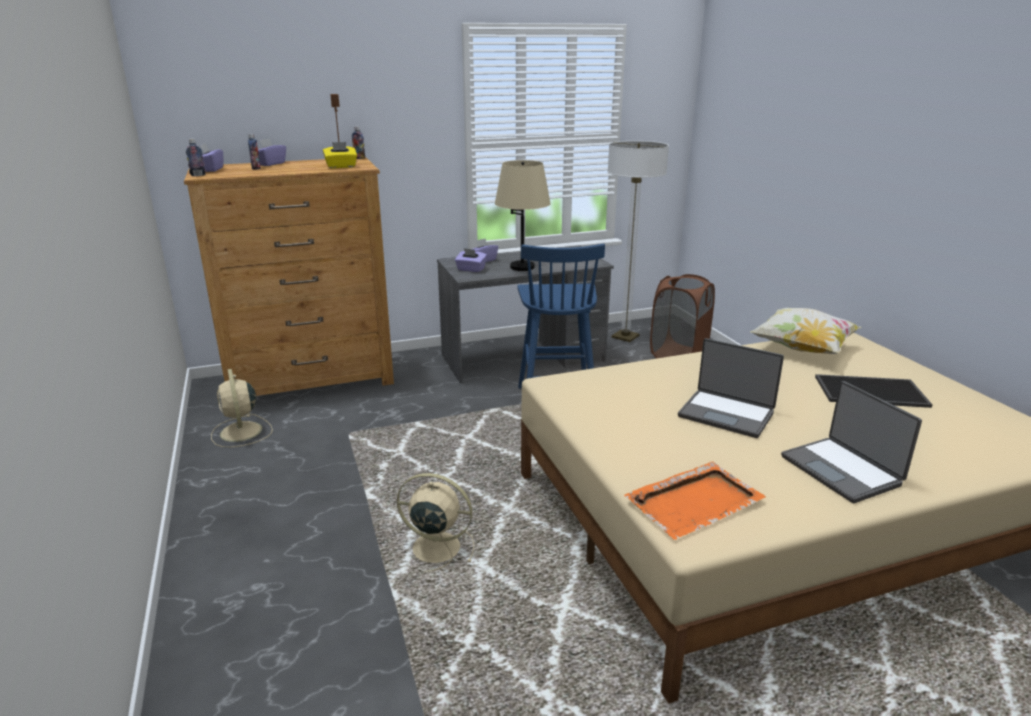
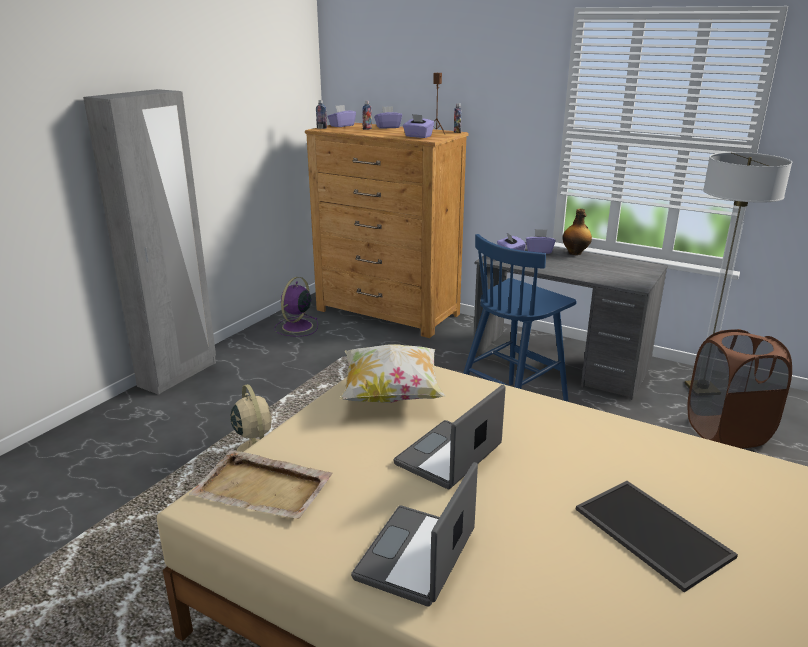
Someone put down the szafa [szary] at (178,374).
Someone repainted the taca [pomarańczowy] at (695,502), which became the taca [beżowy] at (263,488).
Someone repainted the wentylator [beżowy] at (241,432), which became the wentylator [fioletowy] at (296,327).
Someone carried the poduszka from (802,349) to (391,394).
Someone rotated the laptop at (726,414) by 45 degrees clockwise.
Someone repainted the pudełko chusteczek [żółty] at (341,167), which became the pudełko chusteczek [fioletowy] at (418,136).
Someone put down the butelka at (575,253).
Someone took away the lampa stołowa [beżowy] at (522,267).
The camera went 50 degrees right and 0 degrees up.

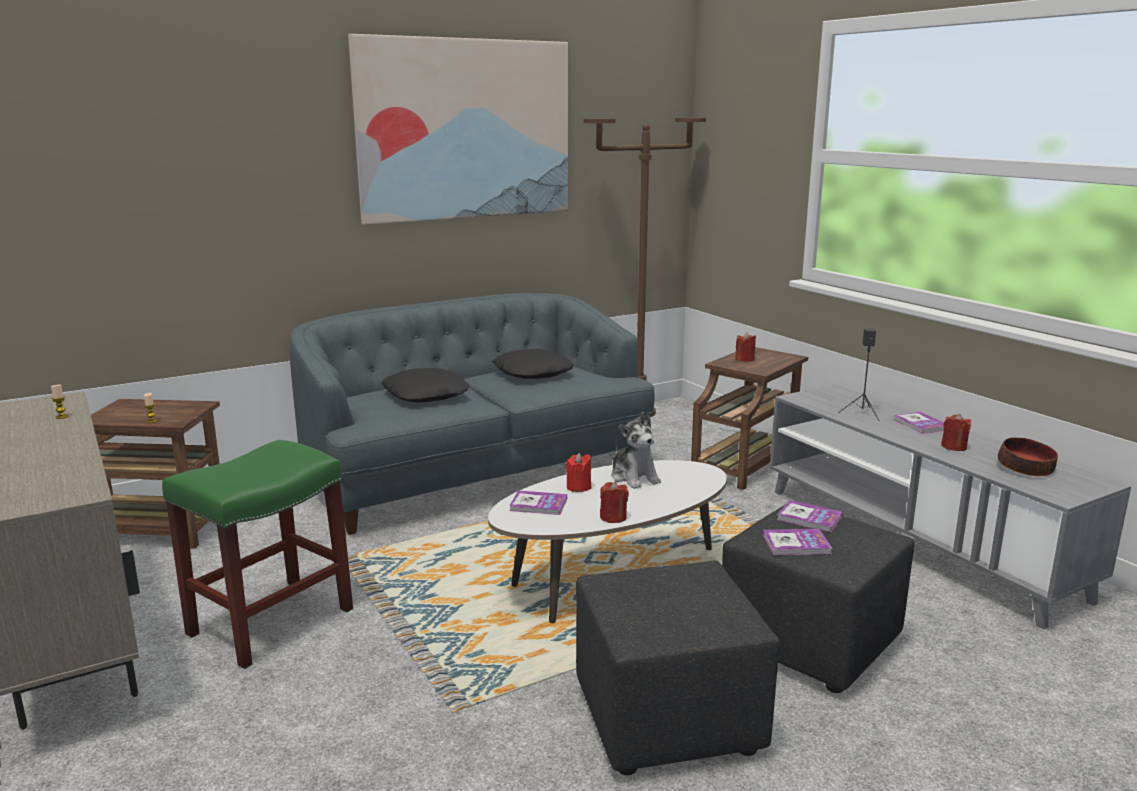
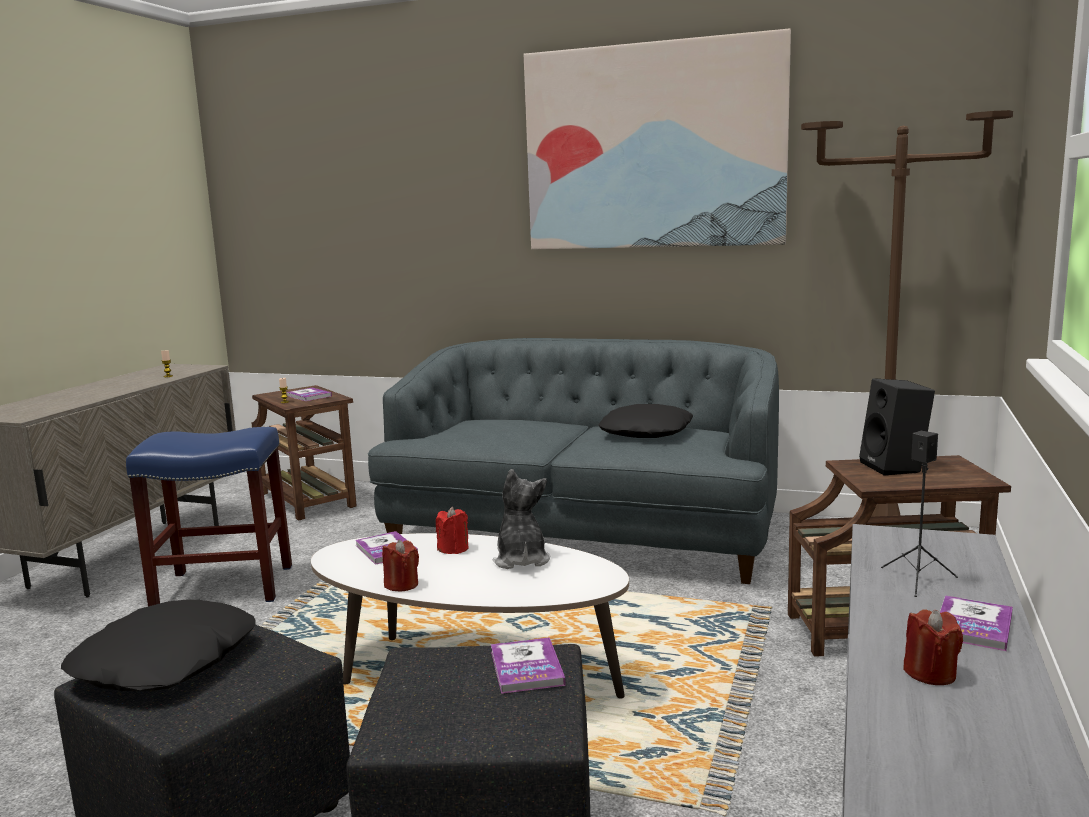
Someone carried the poduszka [czarny] from (426,394) to (167,662).
Someone repainted the stołek [zielony] at (272,620), which became the stołek [niebieski] at (225,586).
Someone carried the książka from (796,544) to (309,396).
Someone rotated the pluszak at (634,477) by 150 degrees clockwise.
Someone swapped the świeca [czerwony] at (745,359) for the głośnik [czarny] at (896,467).
Someone took away the miska at (1025,469).
The camera went 50 degrees right and 5 degrees down.

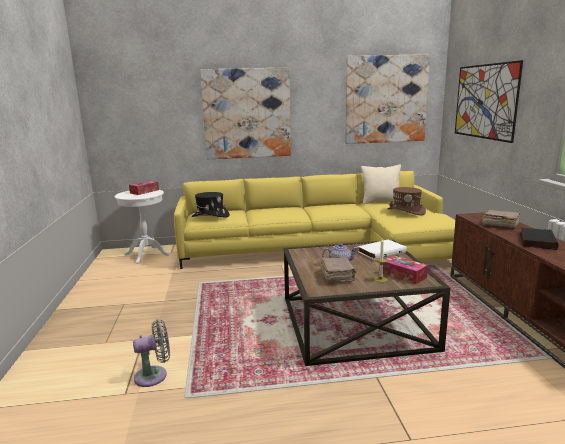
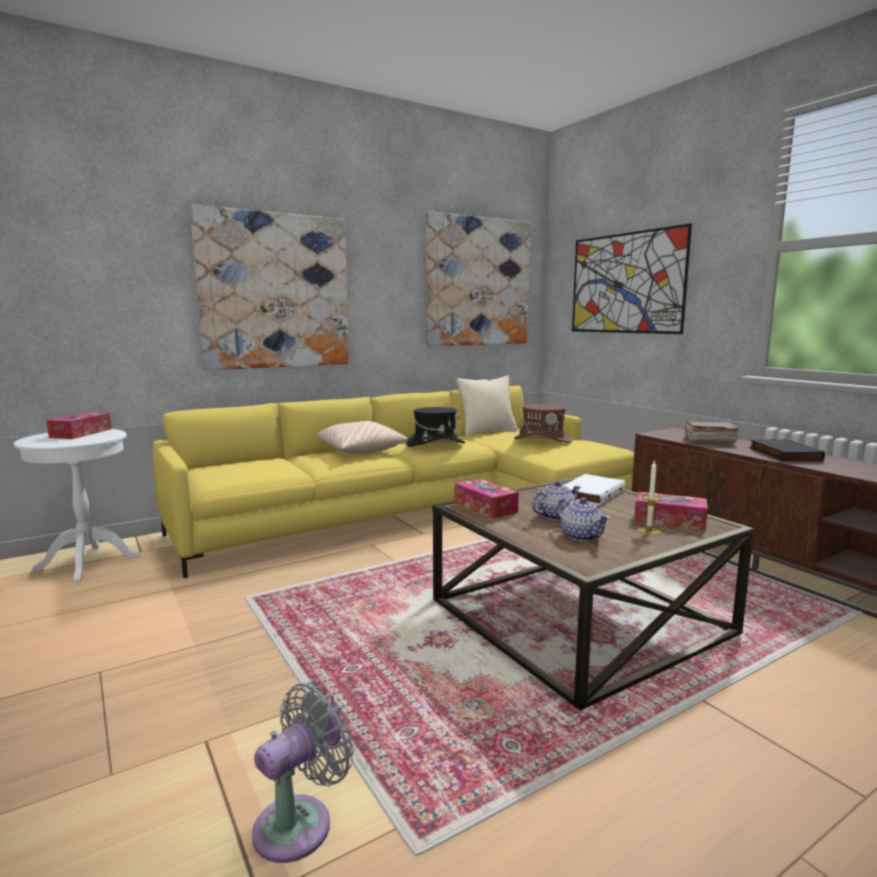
Someone put down the poduszka [beżowy] at (359,450).
Someone carried the kapelusz [czarny] from (210,216) to (435,444).
Someone put down the pudełko chusteczek at (485,507).
Someone swapped the książka [brązowy] at (337,276) for the imbryk at (582,536).
The camera went 25 degrees left and 5 degrees down.

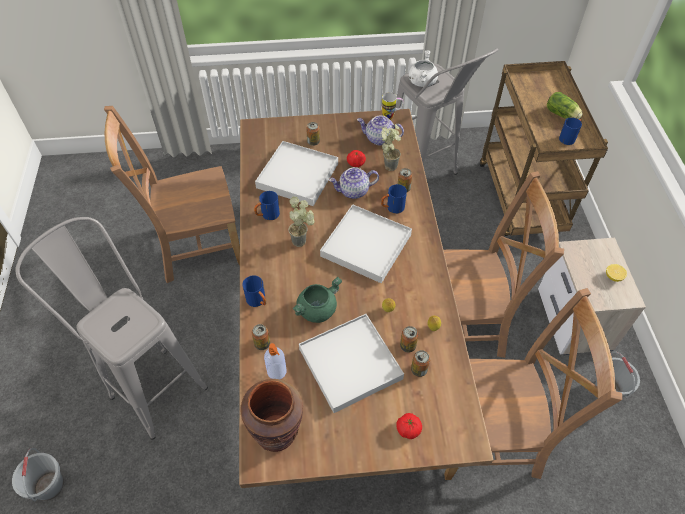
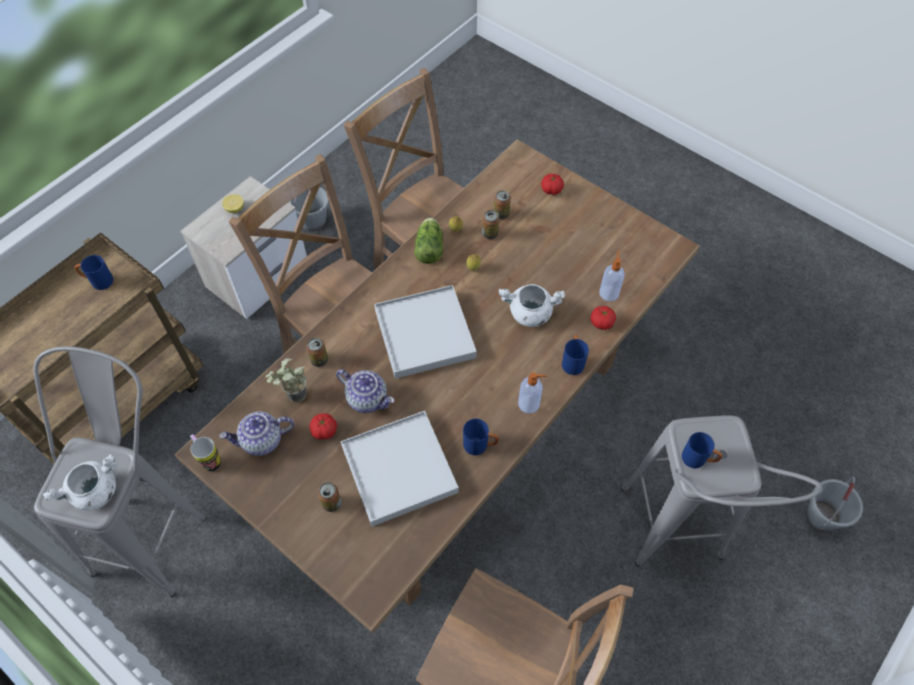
Someone rotated the imbryk at (379,139) by 105 degrees clockwise.
Someone carried the sałata from (562,115) to (429,247).
Someone repainted the garnek [zielony] at (317,309), which became the garnek [biały] at (529,314).
Someone put down the dozownik mydła at (529,404).
Someone swapped the puszka at (262,344) for the pomidor at (601,322).
Someone carried the kubek [niebieski] from (392,208) to (698,459).
Someone took away the wazon [brązowy] at (277,432).
Someone took away the roślina doniczkowa at (303,241).
Someone took away the taca [biały] at (350,364).
The camera went 135 degrees left and 5 degrees up.

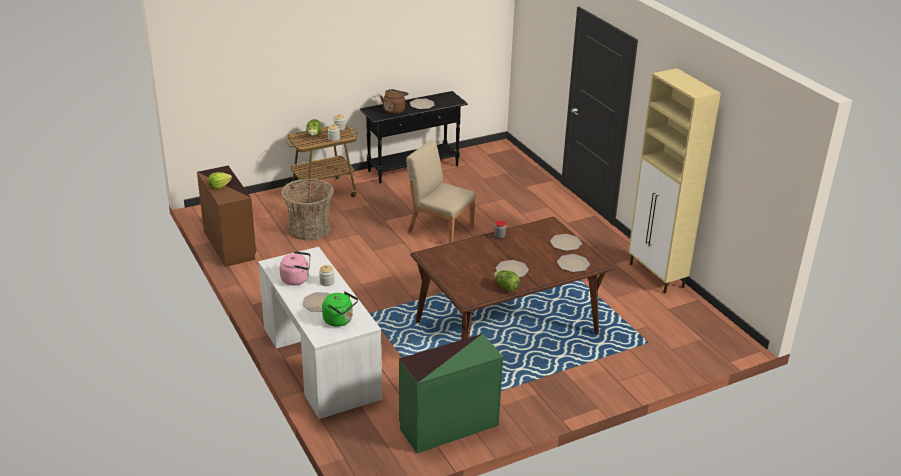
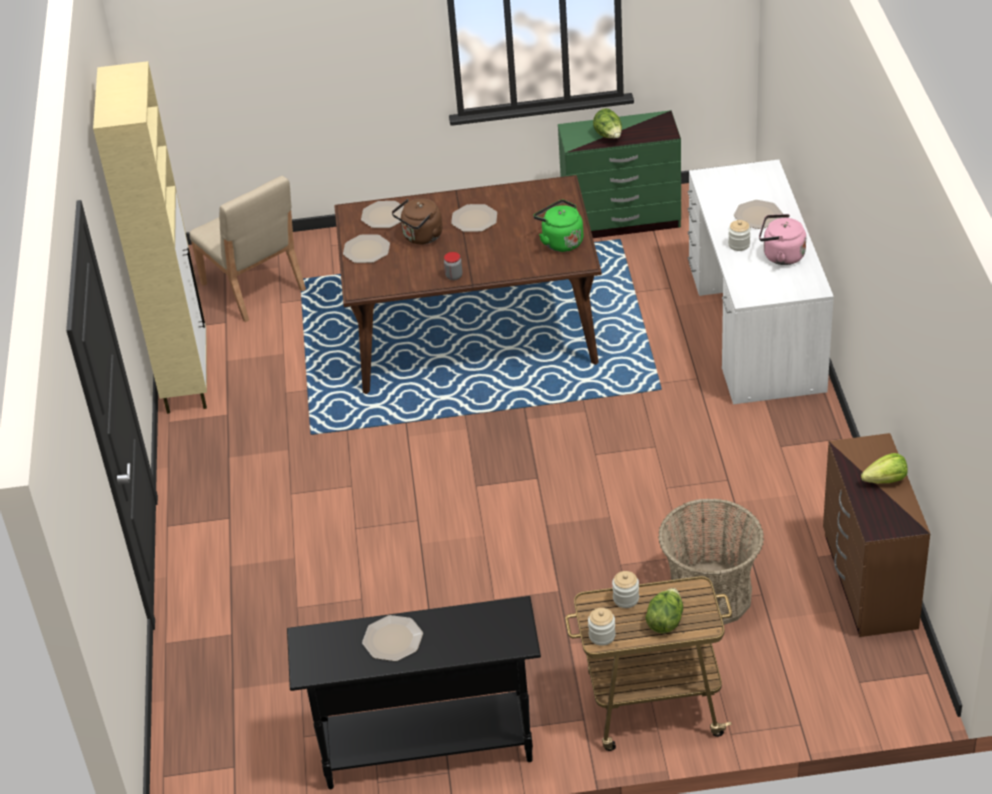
Someone carried the krzesło [beżowy] from (440,229) to (253,288).
Someone carried the czajnik [brązowy] from (394,110) to (421,237).
Someone carried the czajnik [zielony] from (340,320) to (560,241).
Someone carried the sałata from (505,288) to (609,136).
The camera went 155 degrees left and 10 degrees up.

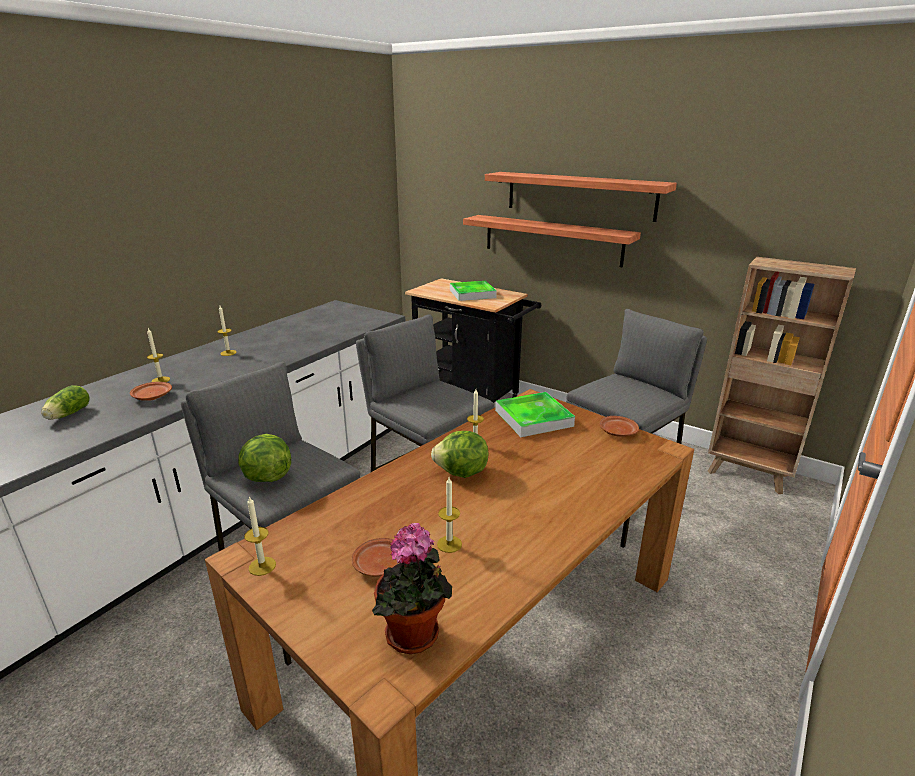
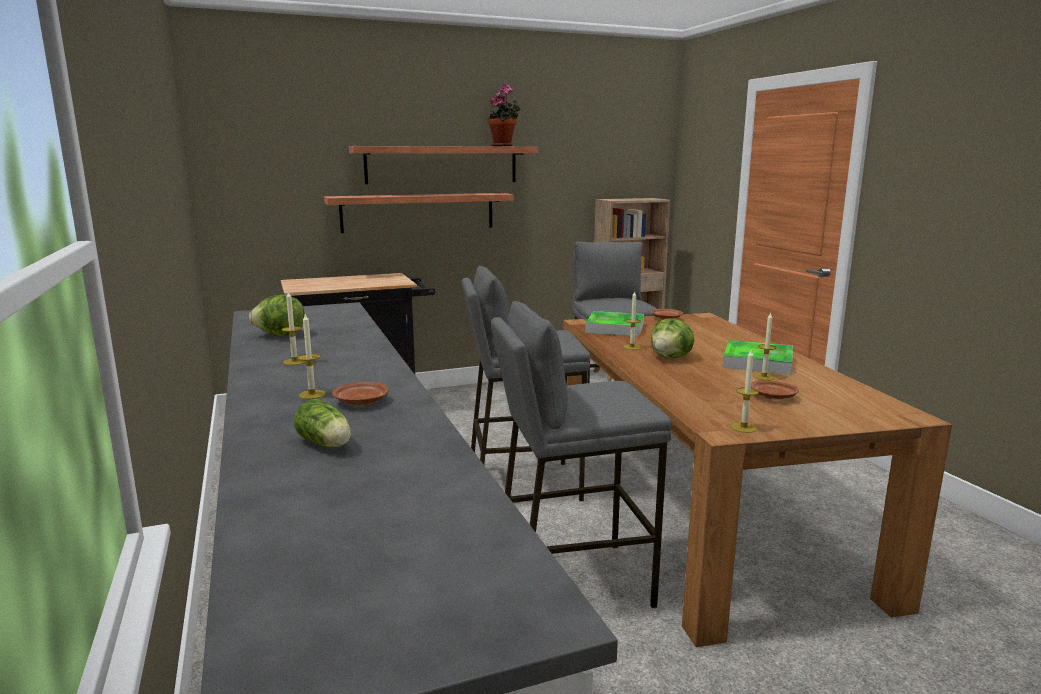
Someone carried the sałata from (266,477) to (280,335).
Someone carried the roślina doniczkowa from (415,637) to (504,146).
Someone carried the taca from (472,294) to (757,362).
The camera went 55 degrees left and 10 degrees down.

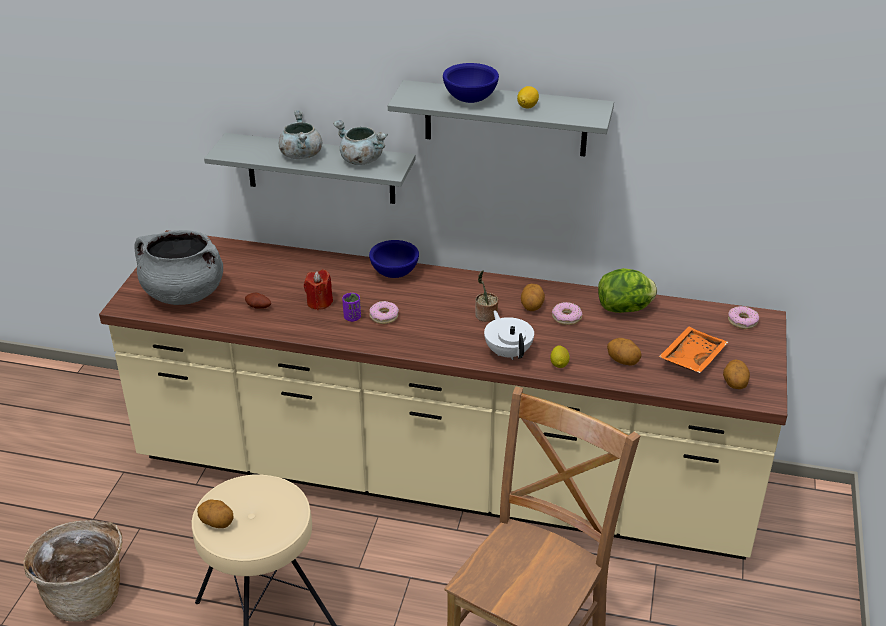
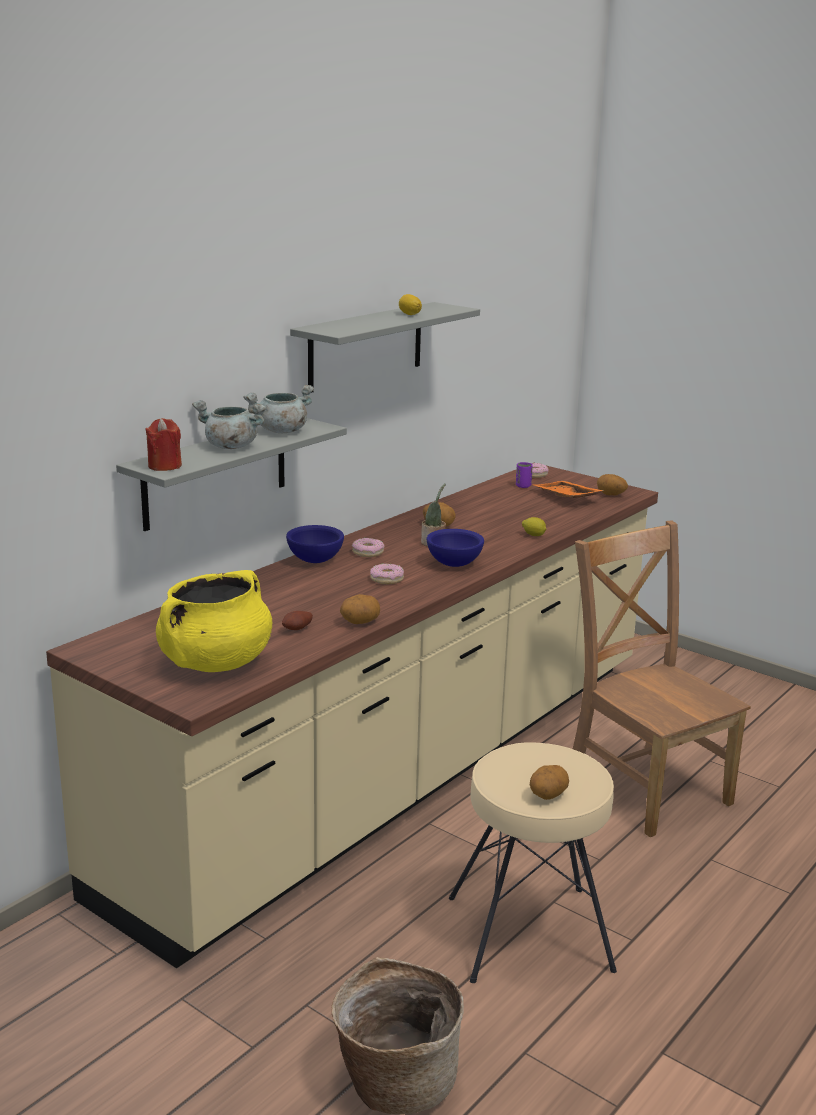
Someone carried the świeca [czerwony] from (319,302) to (164,466).
Someone repainted the garnek [szary] at (183,294), which became the garnek [żółty] at (215,663).
Someone carried the ziemniak from (623,361) to (360,622).
Someone carried the donut from (566,317) to (368,552).
Someone carried the miska [niebieski] from (471,99) to (454,563).
Someone carried the filiżanka [fioletowy] from (352,317) to (523,486).
Someone took away the imbryk [biały] at (508,352).
Someone took away the sałata at (625,309).
The camera went 65 degrees left and 15 degrees down.

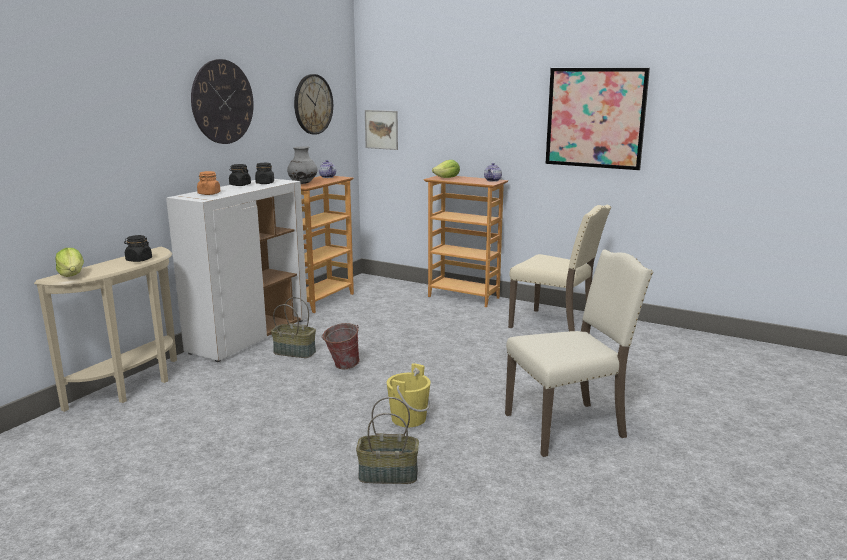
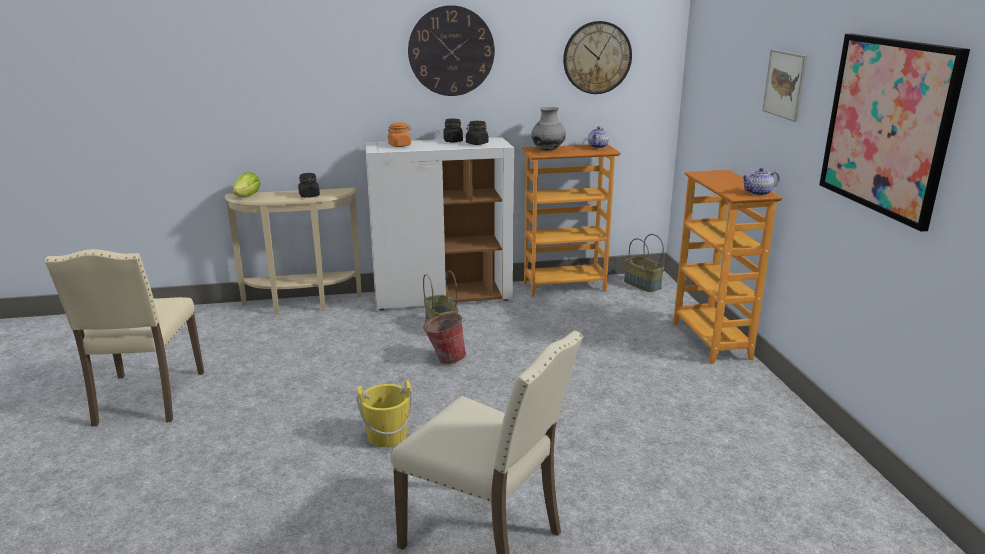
Someone carried the krzesło [beżowy] from (554,325) to (146,399).
Someone carried the koszyk from (387,475) to (641,285).
Someone carried the obraz from (381,129) to (785,84).
Someone took away the sałata at (447,178).
The camera went 50 degrees right and 5 degrees up.

